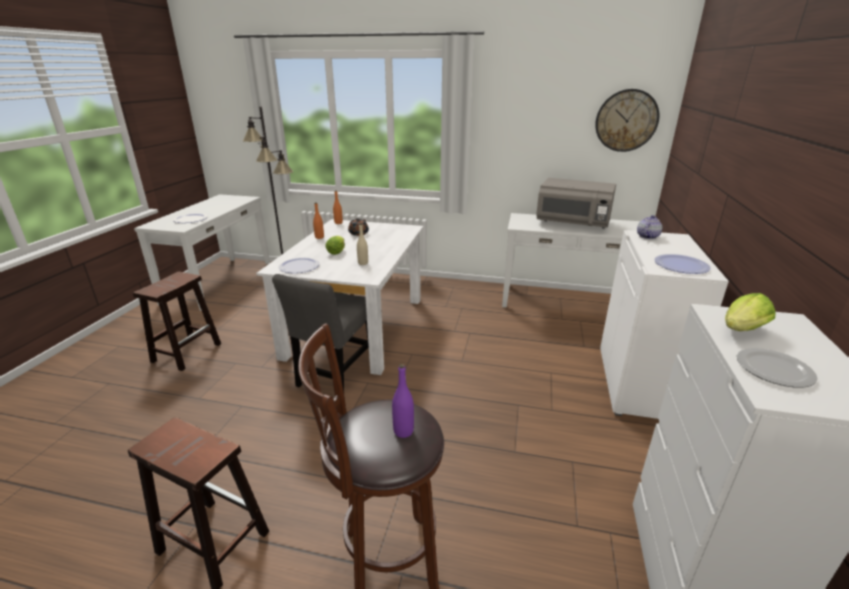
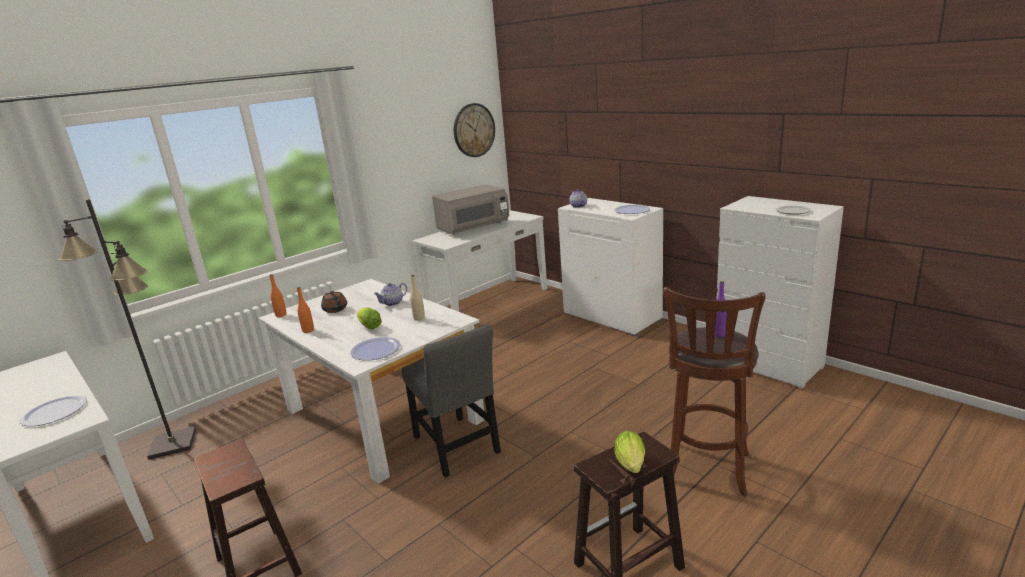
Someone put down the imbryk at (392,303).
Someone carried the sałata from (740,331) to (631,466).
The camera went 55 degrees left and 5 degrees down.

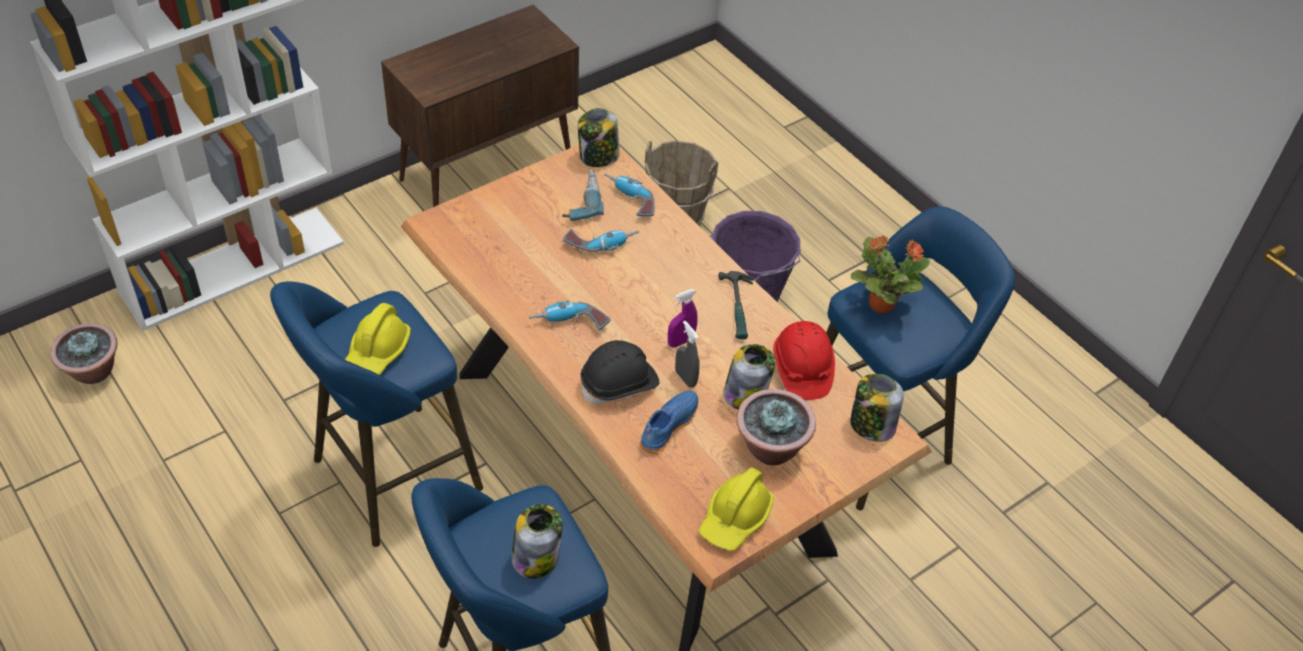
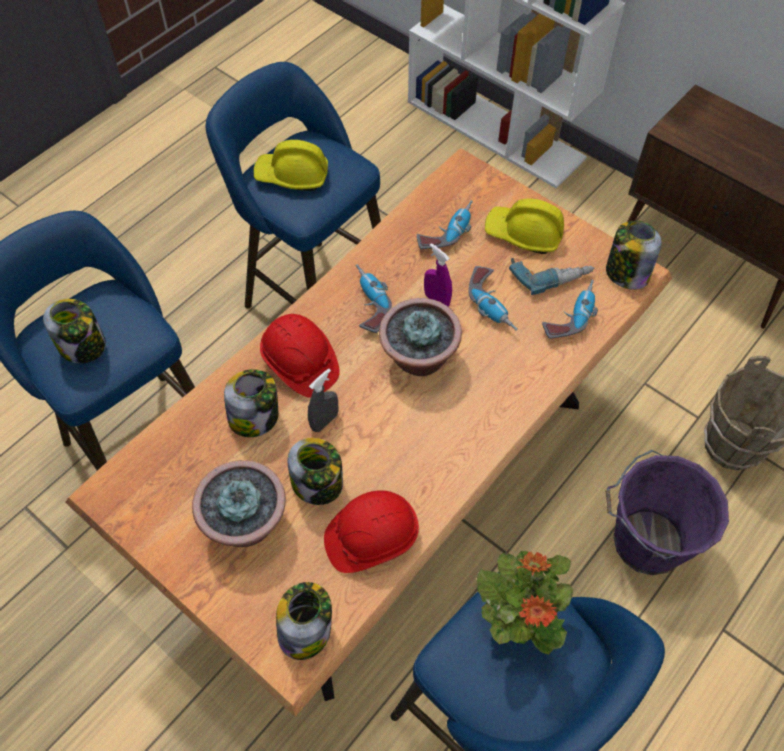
Someone swapped the but [niebieski] at (667,426) for the słoik at (255,417).
Someone repainted the kask [czarny] at (619,384), which became the kask [czerwony] at (300,363).
Someone carried the roślina doniczkowa from (93,372) to (418,358).
Someone put down the wiertarka at (447,231).
Someone carried the spryskiwacz [fioletowy] from (680,341) to (436,300).
Someone carried the kask [żółty] from (735,518) to (524,234).
Someone took away the młotek at (739,308).
The camera went 80 degrees right and 10 degrees up.

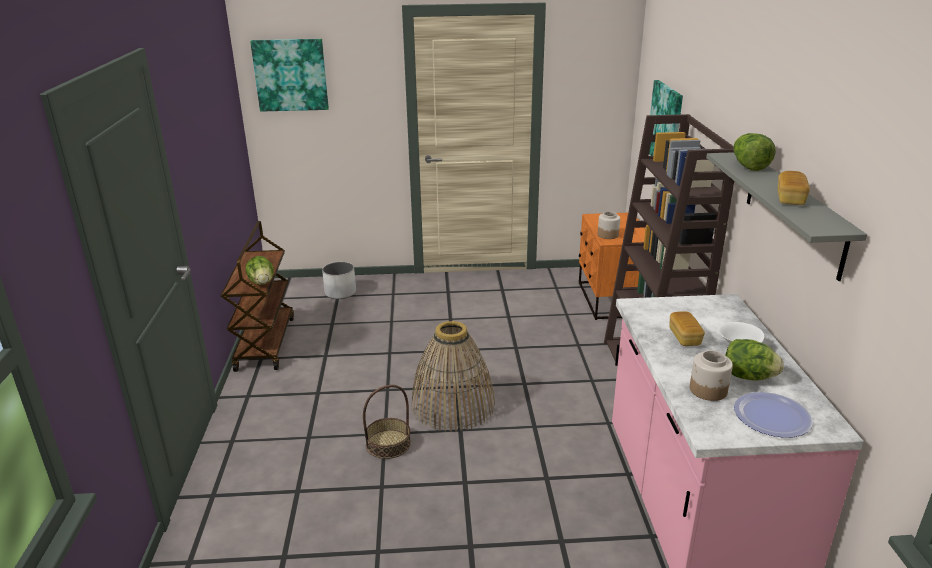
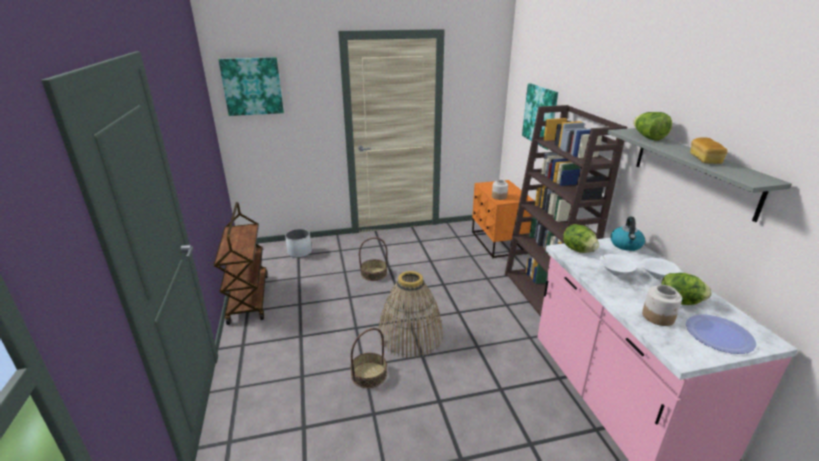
Someone put down the koszyk at (374,273).
Someone carried the sałata from (262,282) to (578,250).
Someone swapped the chleb at (684,337) for the miska [biały] at (614,273).
Someone put down the czajnik at (626,245).
The camera went 10 degrees left and 0 degrees up.

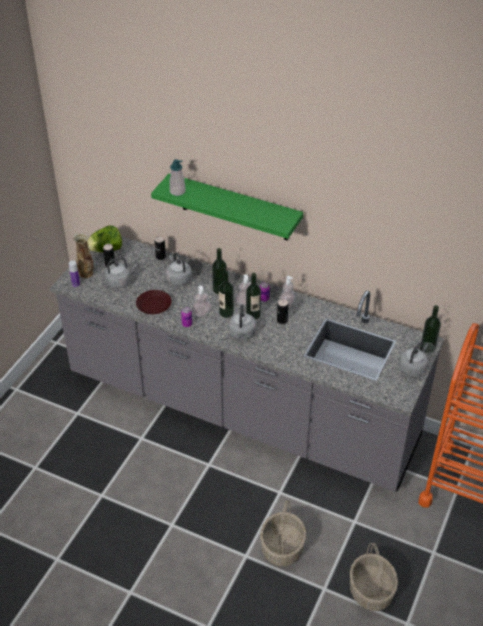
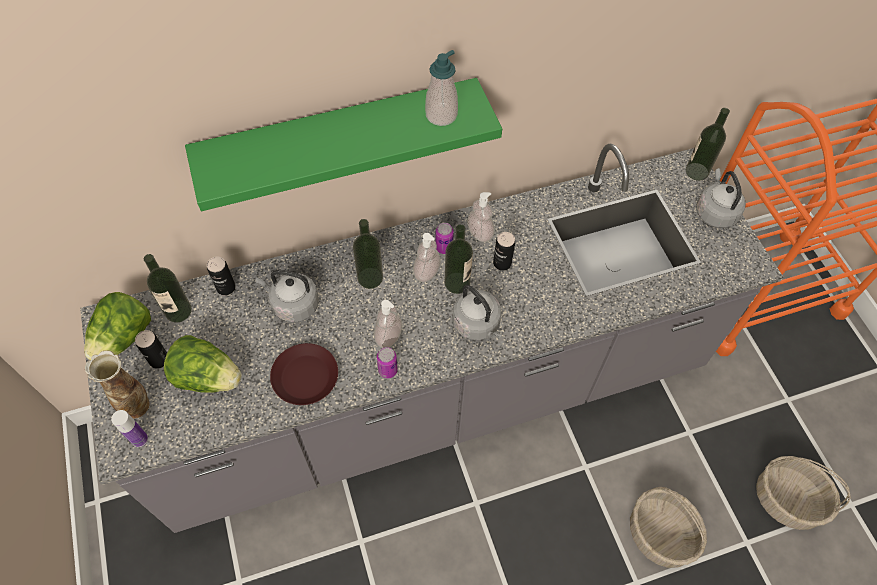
Someone carried the butelka from (226,312) to (178,311).
Someone swapped the czajnik [szary] at (120,281) for the sałata at (208,377).
Someone carried the dozownik mydła from (177,191) to (441,115).
The camera went 45 degrees left and 15 degrees up.

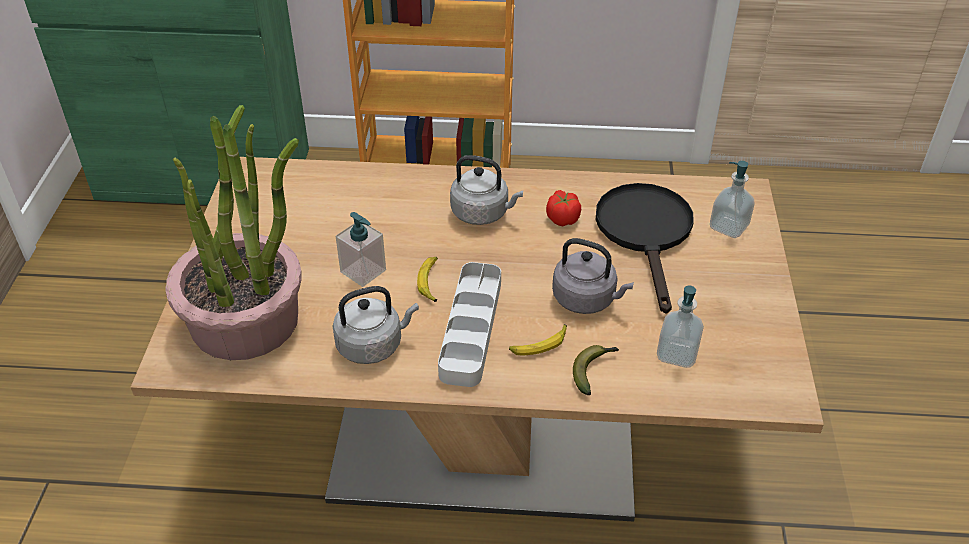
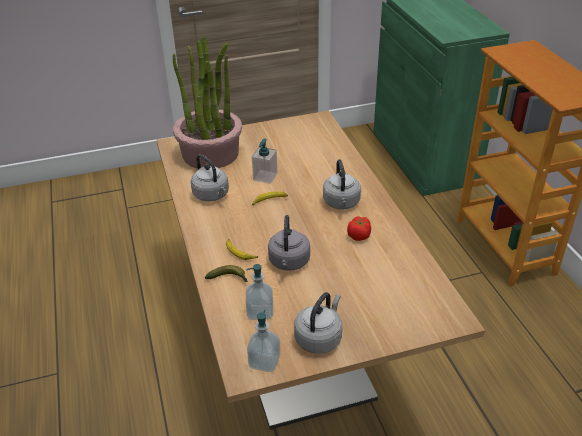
Someone carried the dozownik mydła from (728,227) to (264,361).
Someone put down the czajnik [szary] at (319,338).
Someone took away the taca [szary] at (471,328).
Someone took away the patelnia [czarny] at (646,234).
The camera went 70 degrees right and 5 degrees down.

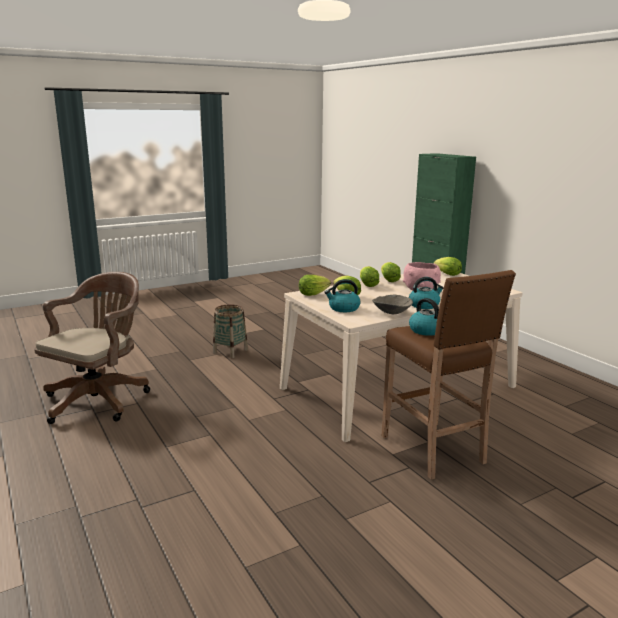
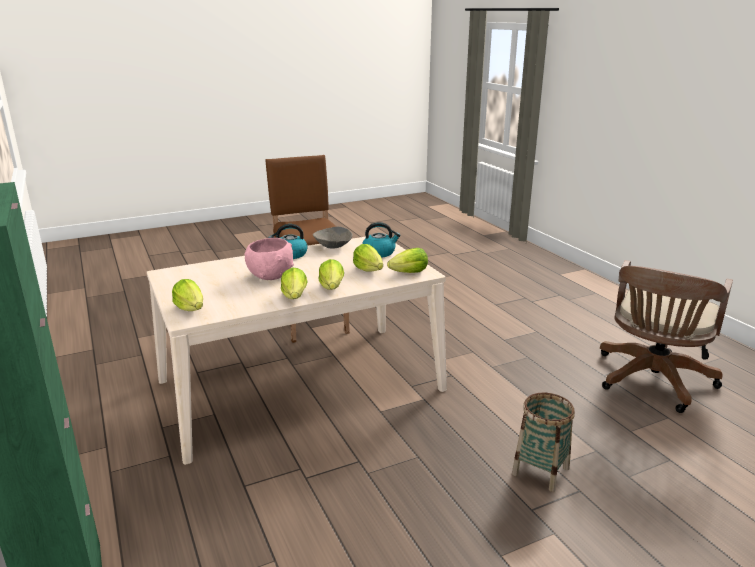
Someone took away the czajnik at (427,331).
The camera went 175 degrees left and 5 degrees up.

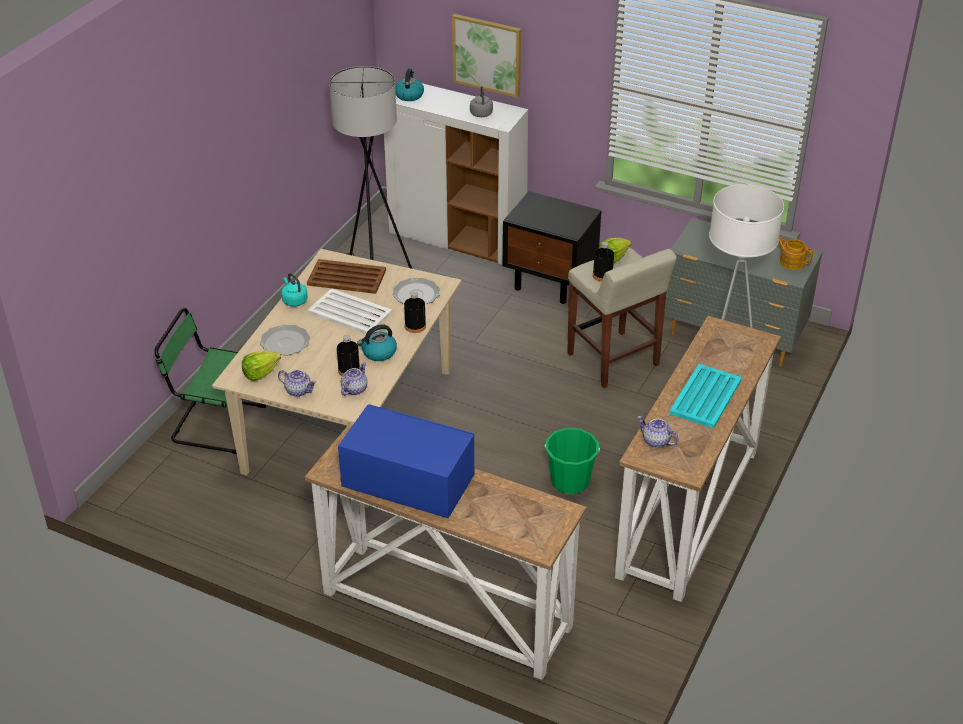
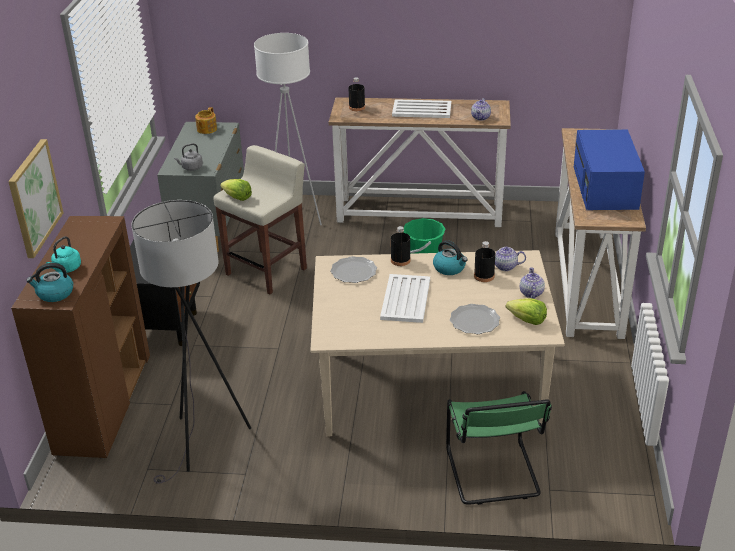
Someone repainted the szafka [biały] at (458,240), which became the szafka [brązowy] at (103,404).
Someone carried the czajnik [turkusowy] from (294,300) to (66,269).
Someone carried the czajnik [szary] from (481,113) to (191,168).
Someone carried the butelka [czarny] from (602,275) to (357,107).
Someone repainted the taca [turkusowy] at (705,397), which became the taca [biały] at (422,110).
Someone took away the taca [brązowy] at (347,278).
The camera went 110 degrees left and 5 degrees down.

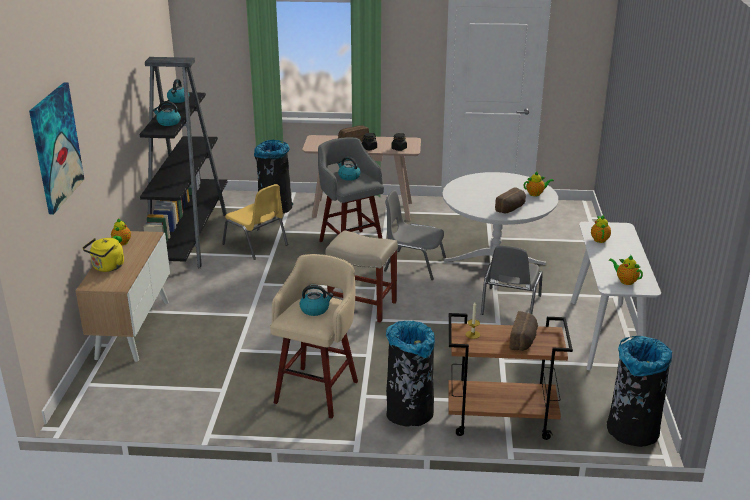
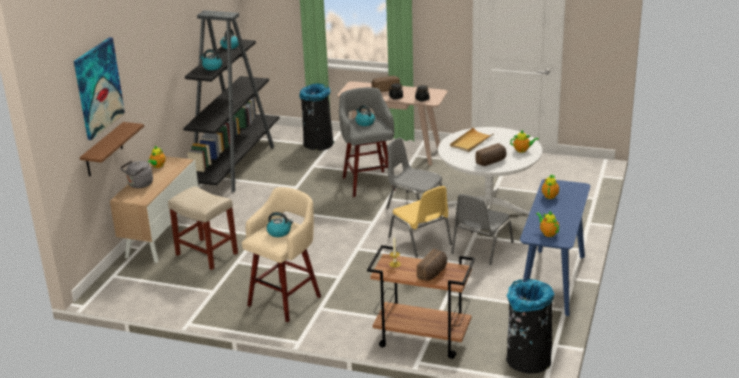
Someone put up the półka [brązowy] at (104,150).
Someone repainted the czajnik [żółty] at (107,267), which became the czajnik [szary] at (139,185).
Someone carried the stołek [beżowy] from (361,306) to (206,254).
Someone carried the krzesło [żółty] from (256,245) to (421,241).
Someone put down the taca [beżowy] at (471,142).
Someone repainted the stolik konsolowy [biały] at (606,334), which became the stolik konsolowy [niebieski] at (553,281).
Someone took away the kosz na śmieci [czarny] at (409,412).
The camera went 15 degrees right and 0 degrees up.

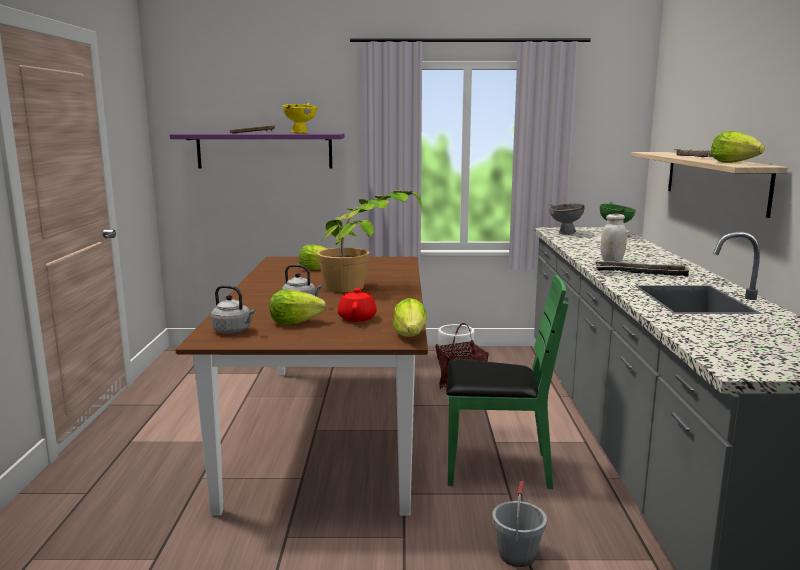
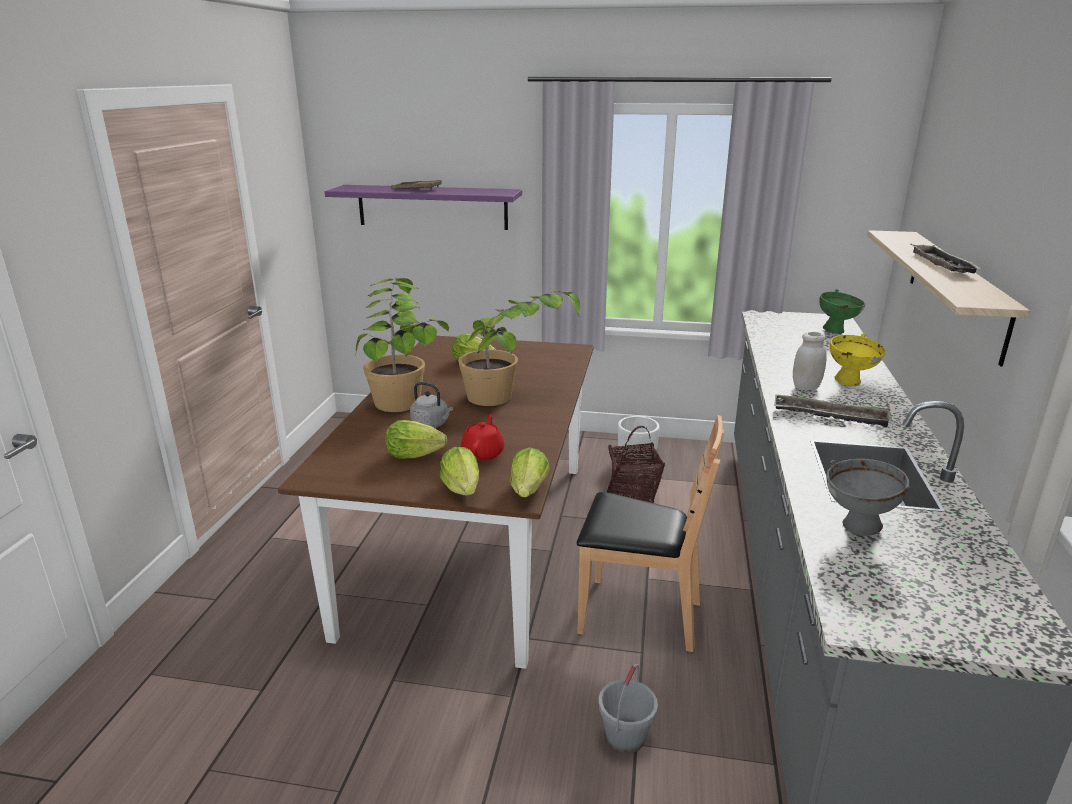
Someone put down the roślina doniczkowa at (402,393).
Someone carried the sałata from (733,163) to (462,489).
Someone repainted the krzesło [zielony] at (496,467), which became the krzesło [brązowy] at (638,615).
Someone carried the miska [szary] from (565,233) to (858,528).
Someone carried the miska [żółty] from (301,133) to (850,382).
Someone took away the czajnik [szary] at (233,331).
The camera went 10 degrees right and 10 degrees up.

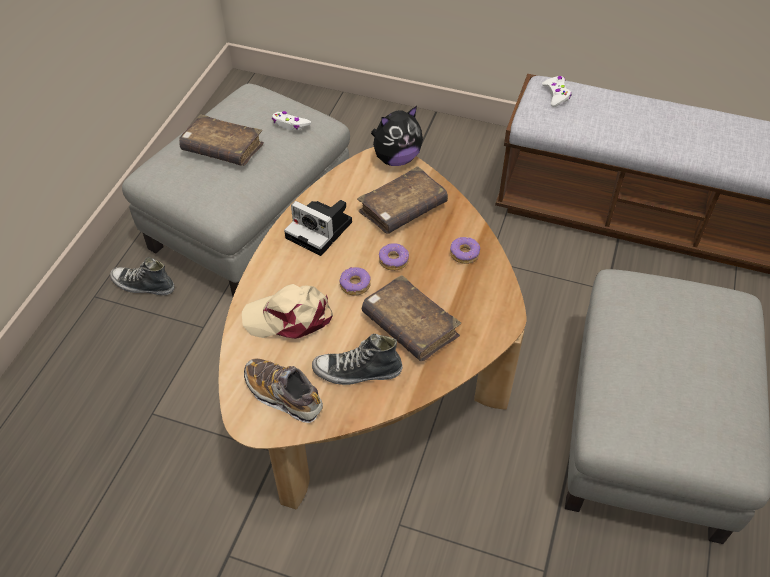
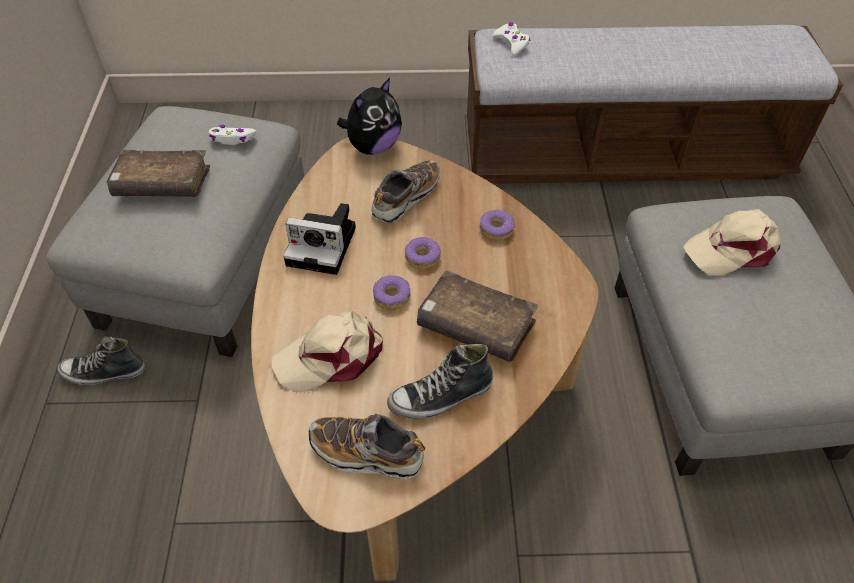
Someone swapped the książka [brązowy] at (402,209) for the but at (406,199).
Someone put down the czapka z daszkiem [beżowy] at (732,249).
The camera went 20 degrees left and 0 degrees up.

